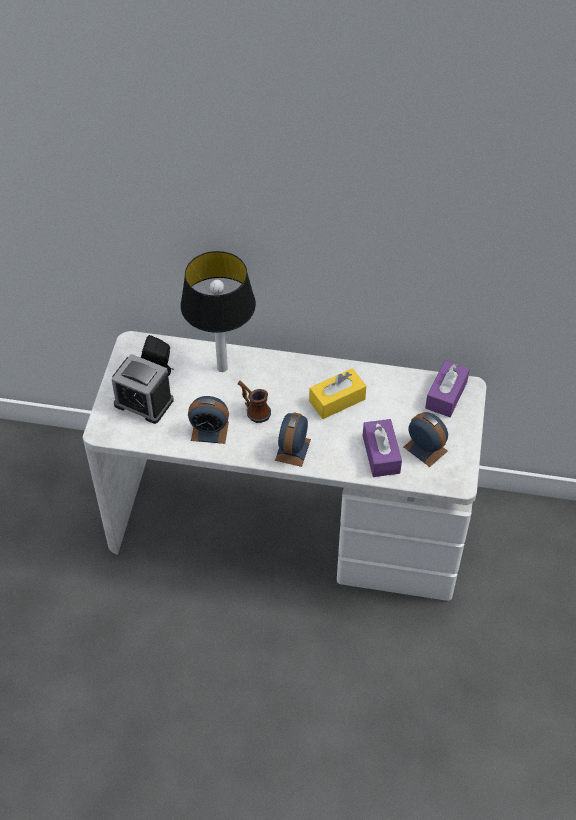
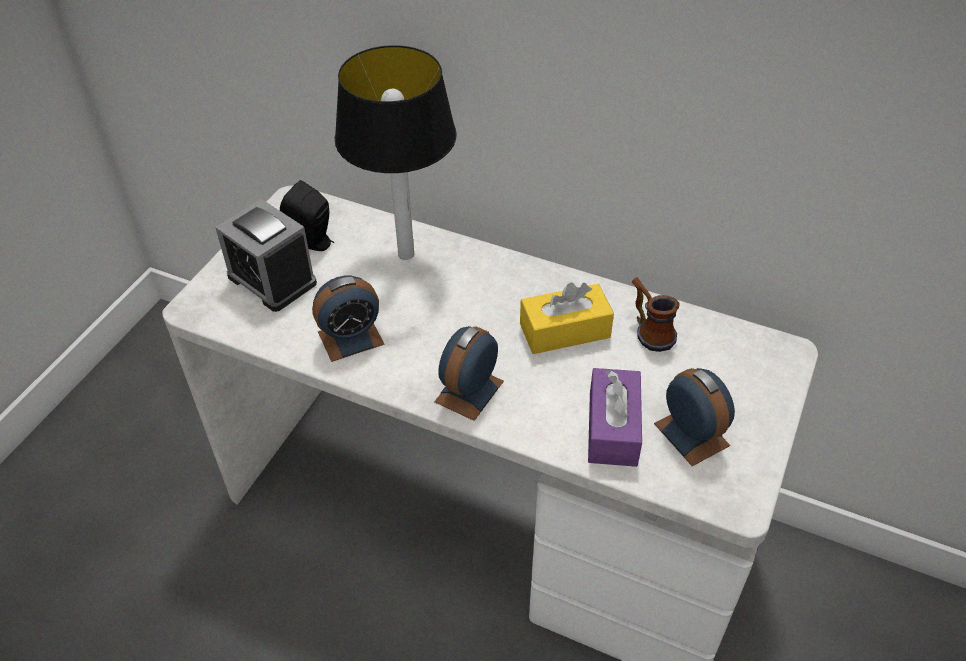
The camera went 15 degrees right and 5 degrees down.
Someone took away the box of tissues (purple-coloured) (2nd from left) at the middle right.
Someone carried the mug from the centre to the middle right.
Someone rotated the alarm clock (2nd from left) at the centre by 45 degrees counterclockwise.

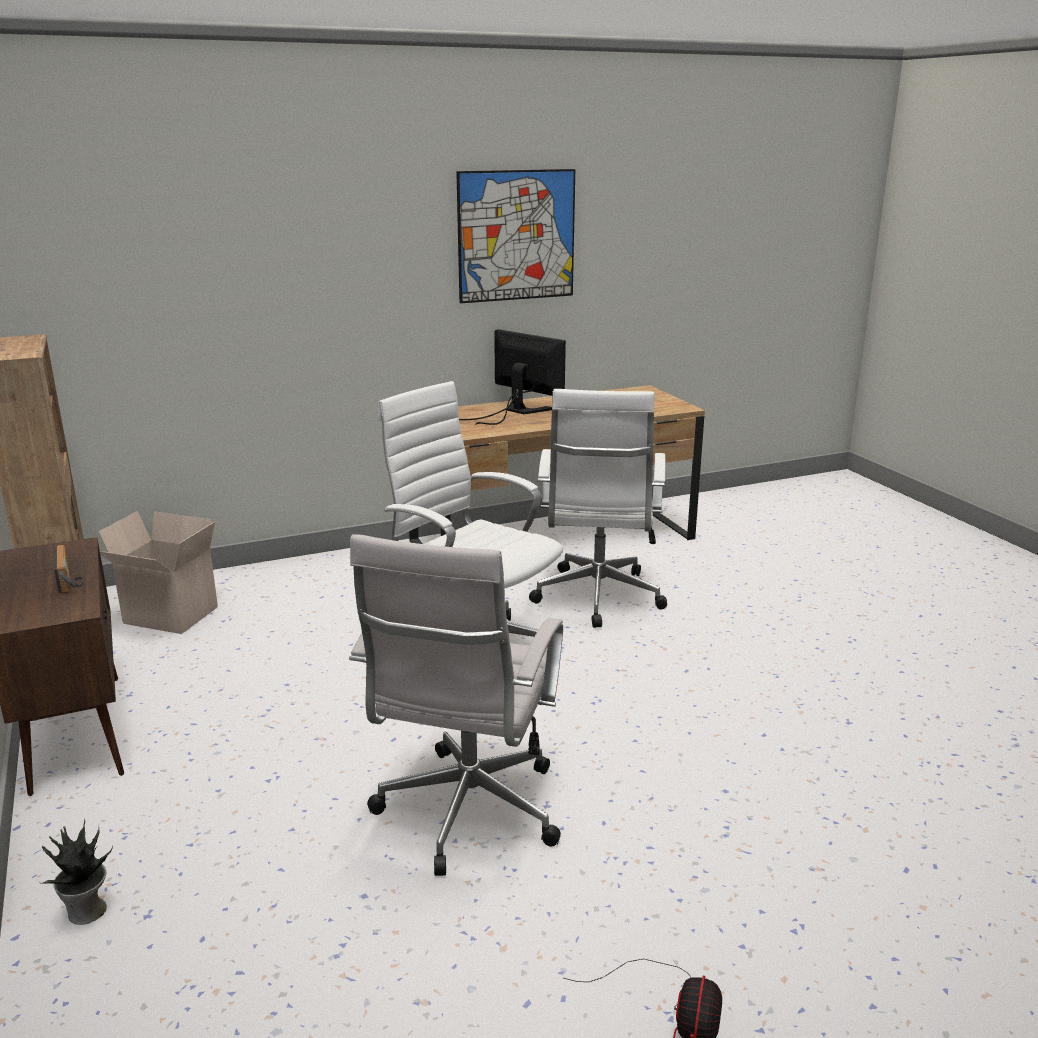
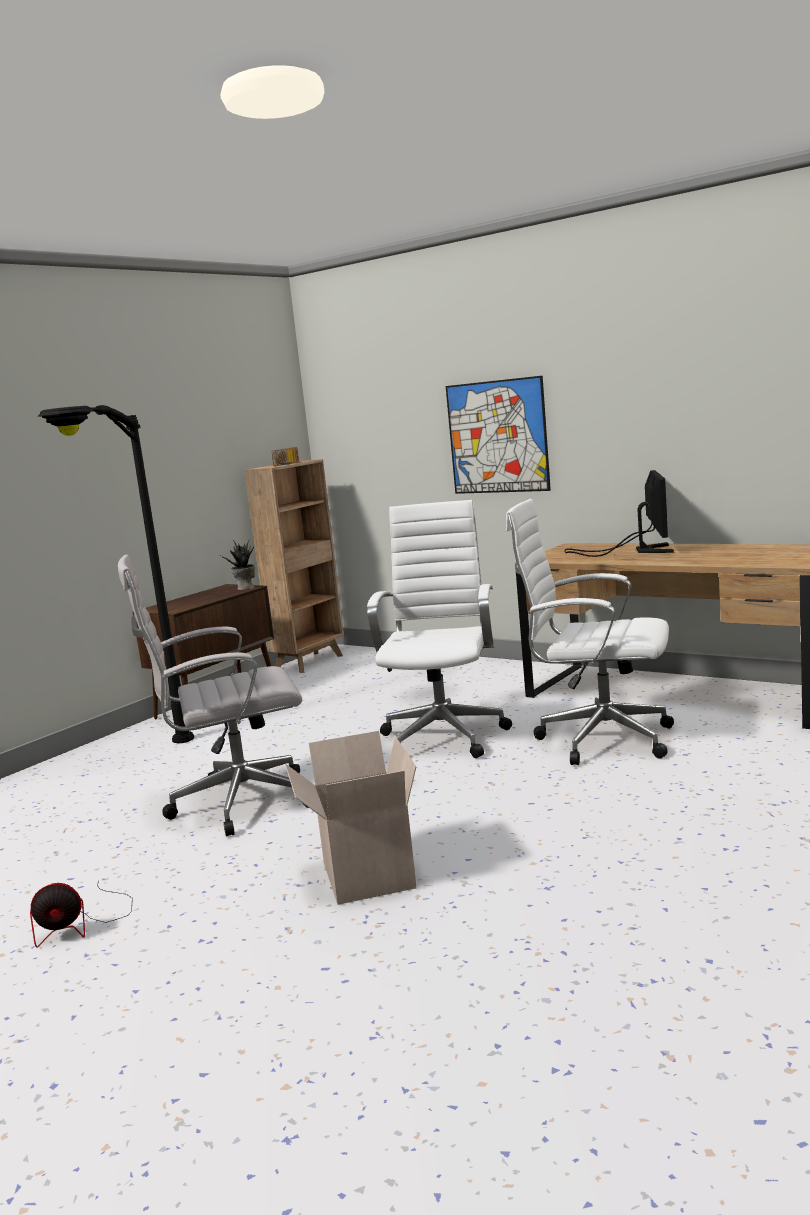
The camera went 60 degrees right and 10 degrees down.
Someone carried the picture from the top centre to the centre.
Someone rotated the office chair (whitish) (3rd from left) at the centre by 45 degrees clockwise.
Someone carried the carton from the middle left to the bottom centre.
Someone carried the radio set from the middle left to the centre.
Someone carried the plant in a pot from the bottom left to the middle left.
Someone put down the standing lamp (blackish) at the middle left.

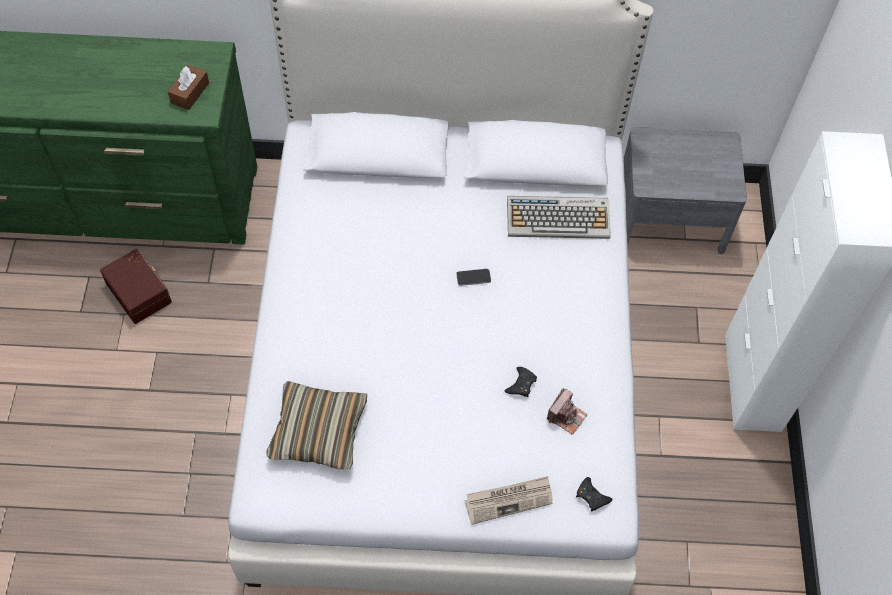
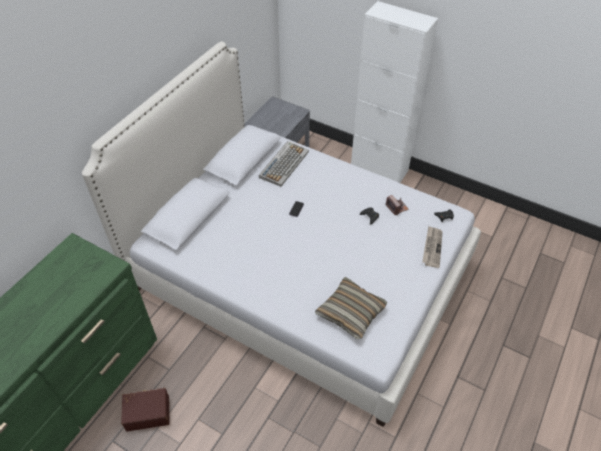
The camera went 60 degrees left and 10 degrees down.
Someone took away the box of tissues (brown) at the top left.

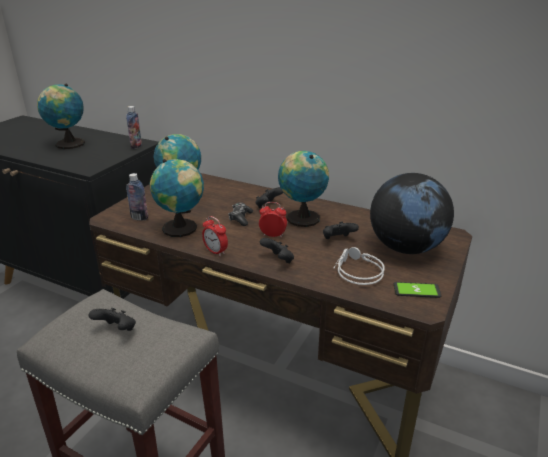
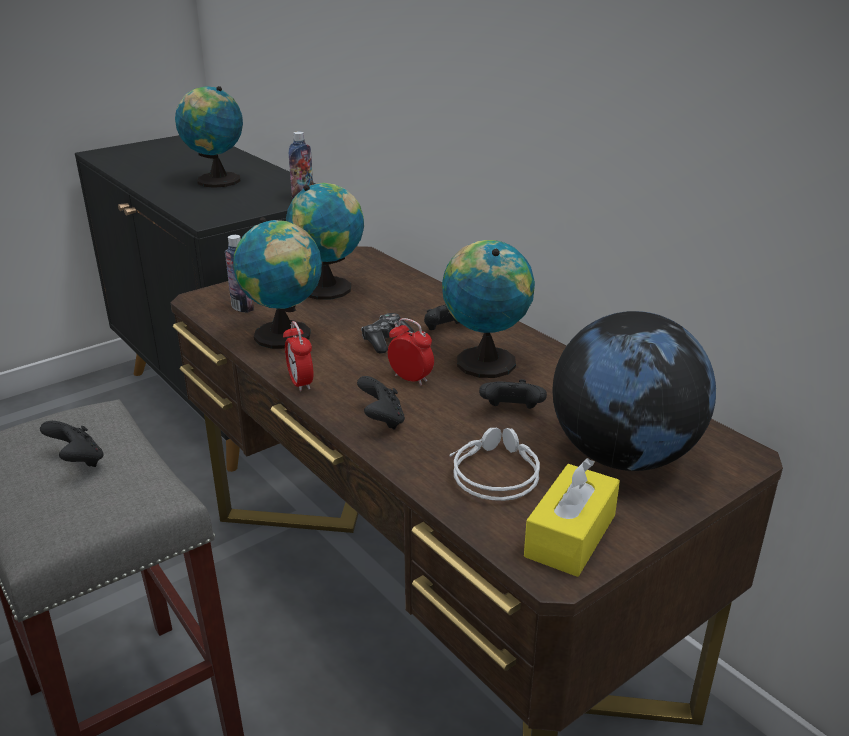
The camera went 25 degrees right and 0 degrees up.
Someone swapped the handset at the middle right for the box of tissues (yellow) at the bottom right.

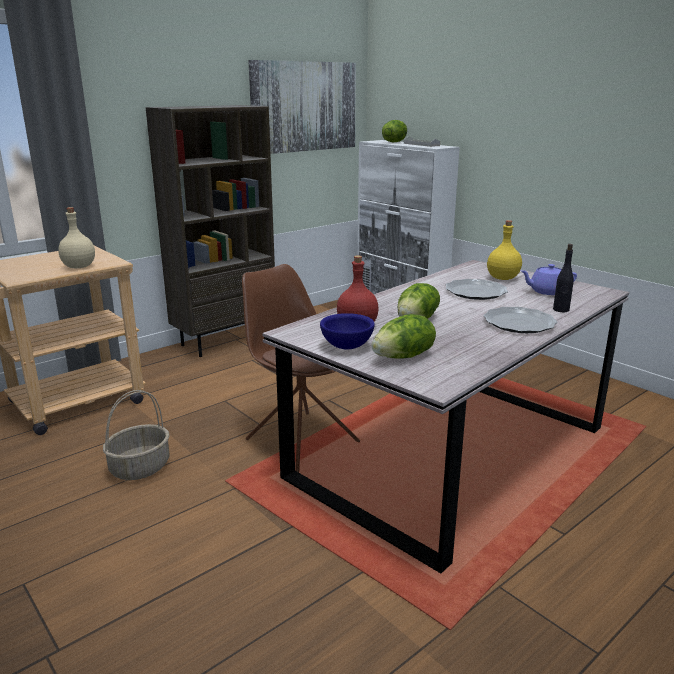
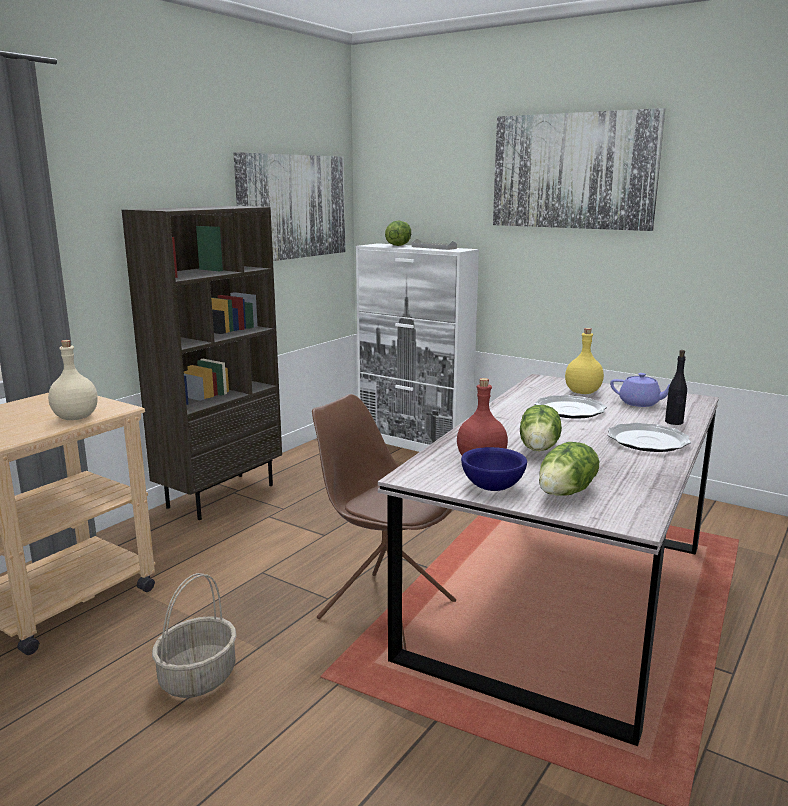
The camera went 15 degrees left and 5 degrees down.
Someone rotated the teapot (purple-coloured) at the middle right by 135 degrees counterclockwise.
Someone put up the picture (2nd from left) at the top right.

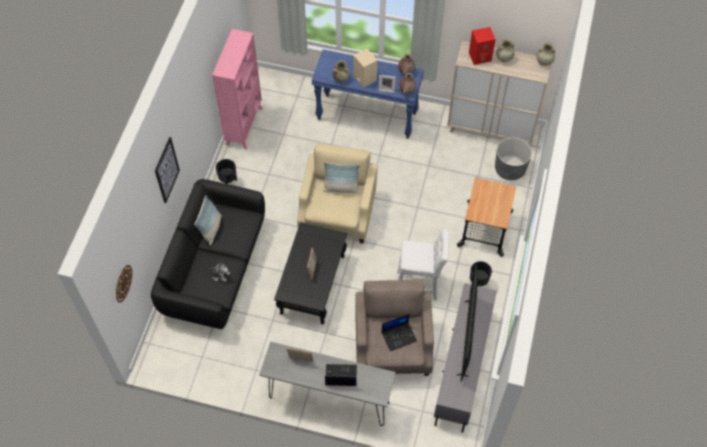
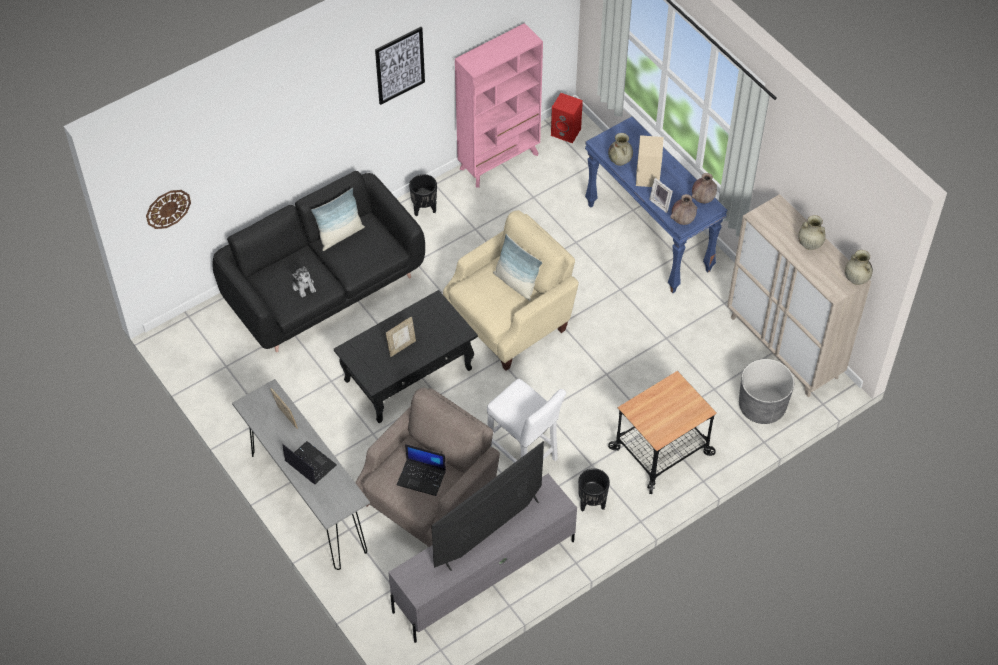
The camera went 40 degrees right and 5 degrees down.
Someone carried the audio speaker (red-coloured) from the top right to the top centre.
Someone carried the picture from the middle left to the top centre.

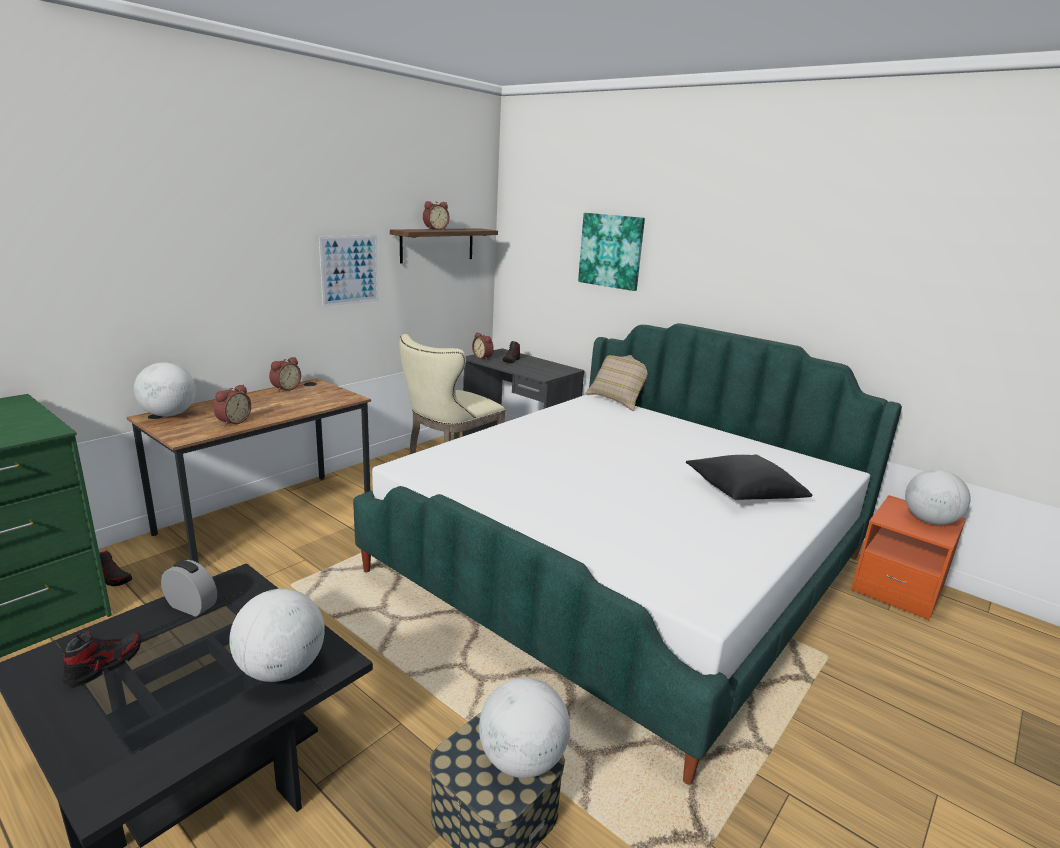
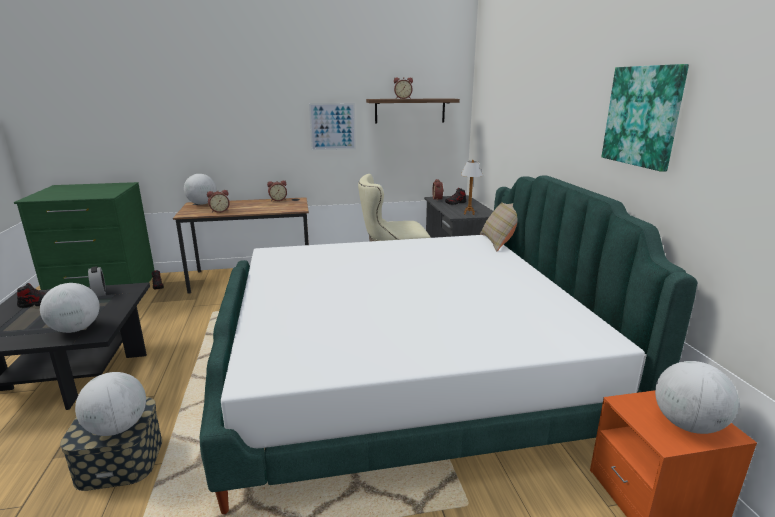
The camera went 40 degrees right and 0 degrees up.
Someone carried the picture (2nd from left) from the top centre to the top right.
Someone took away the cushion (blackish) at the middle right.
Someone put down the lamp for a table at the centre.

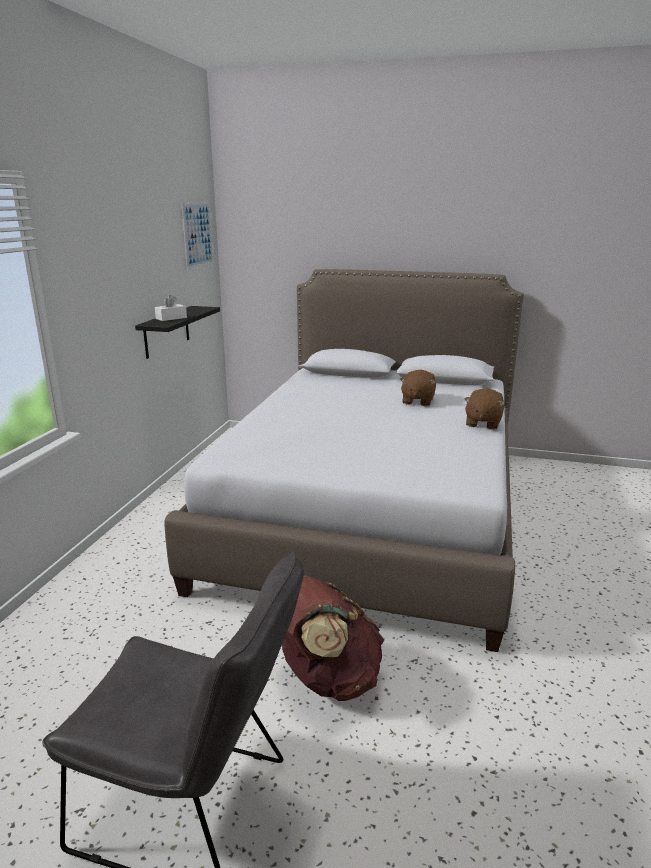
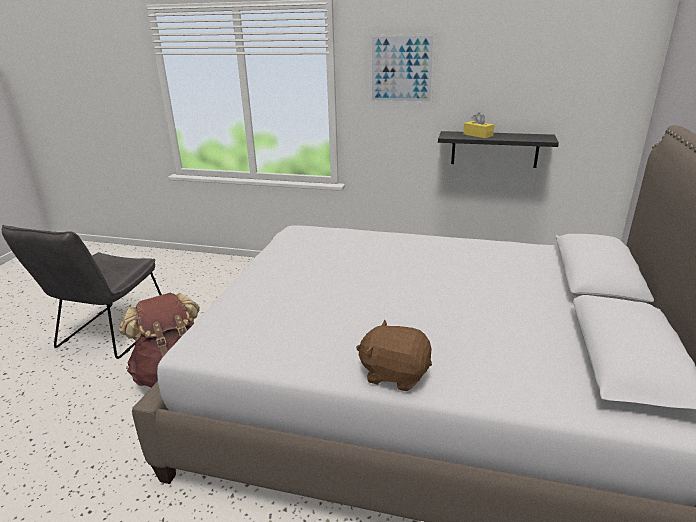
The camera went 90 degrees right and 5 degrees up.
Someone carried the picture from the top left to the top centre.
Someone repainted the box of tissues (whitish) at the middle left, which became the box of tissues (yellow) at the top right.
Someone took away the plush toy (brown) (1st from left) at the centre.

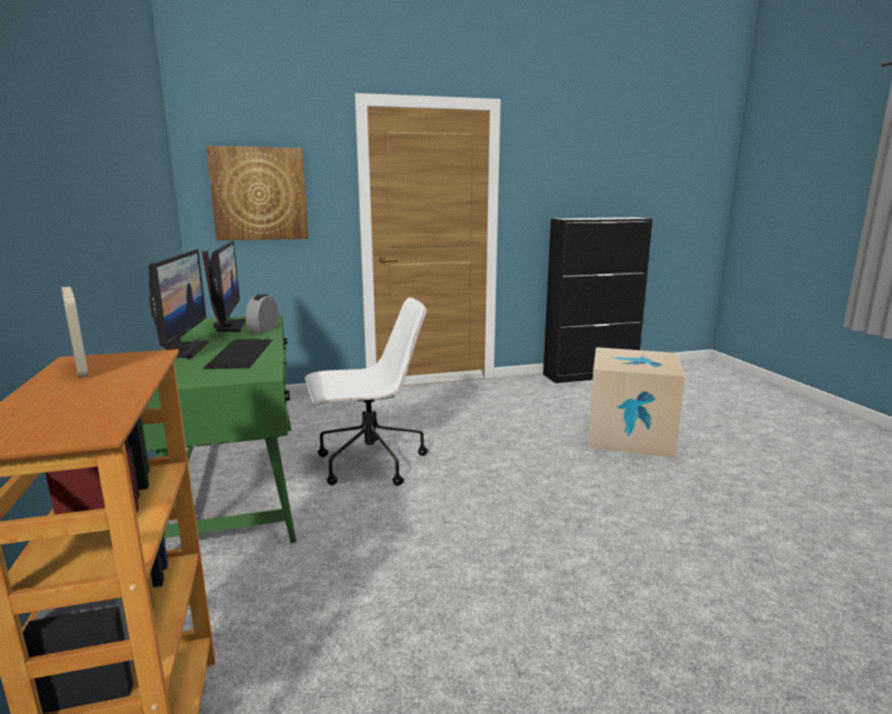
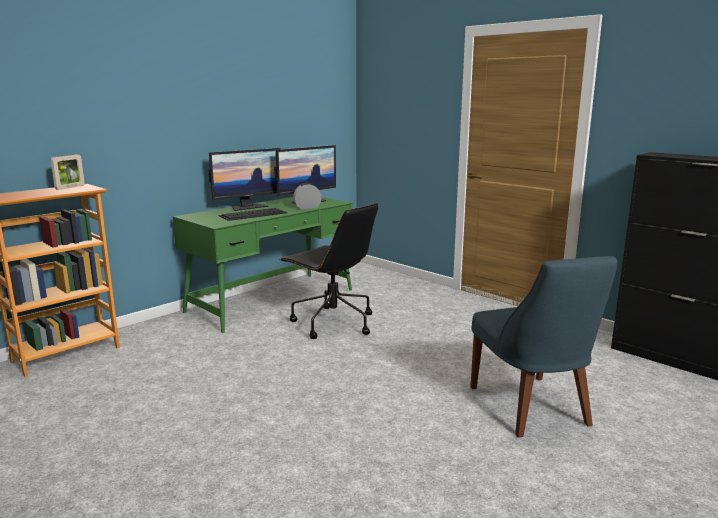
The camera went 60 degrees right and 0 degrees up.
Someone took away the picture at the top left.
Someone repainted the office chair (whitish) at the centre, which became the office chair (blackish) at the centre.
Someone swapped the carton at the middle right for the upright chair (blue-coloured) at the bottom right.

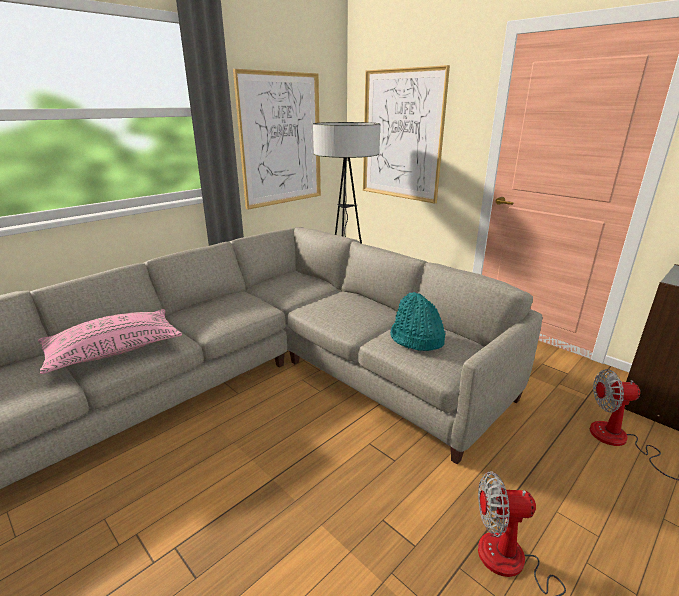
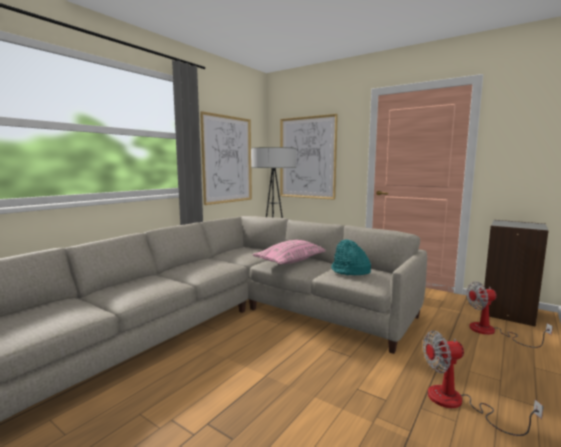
The camera went 10 degrees left and 15 degrees down.
Someone carried the cushion (pink-coloured) from the middle left to the centre.

